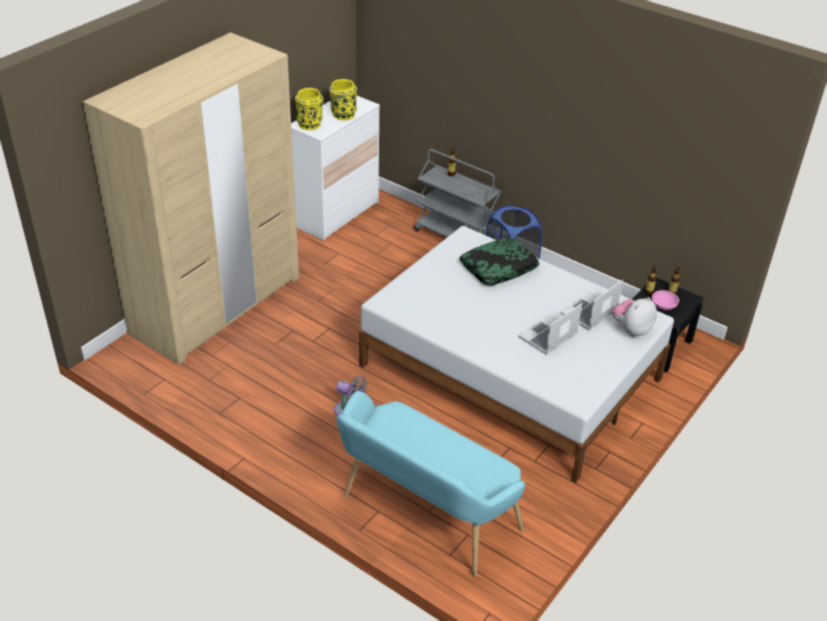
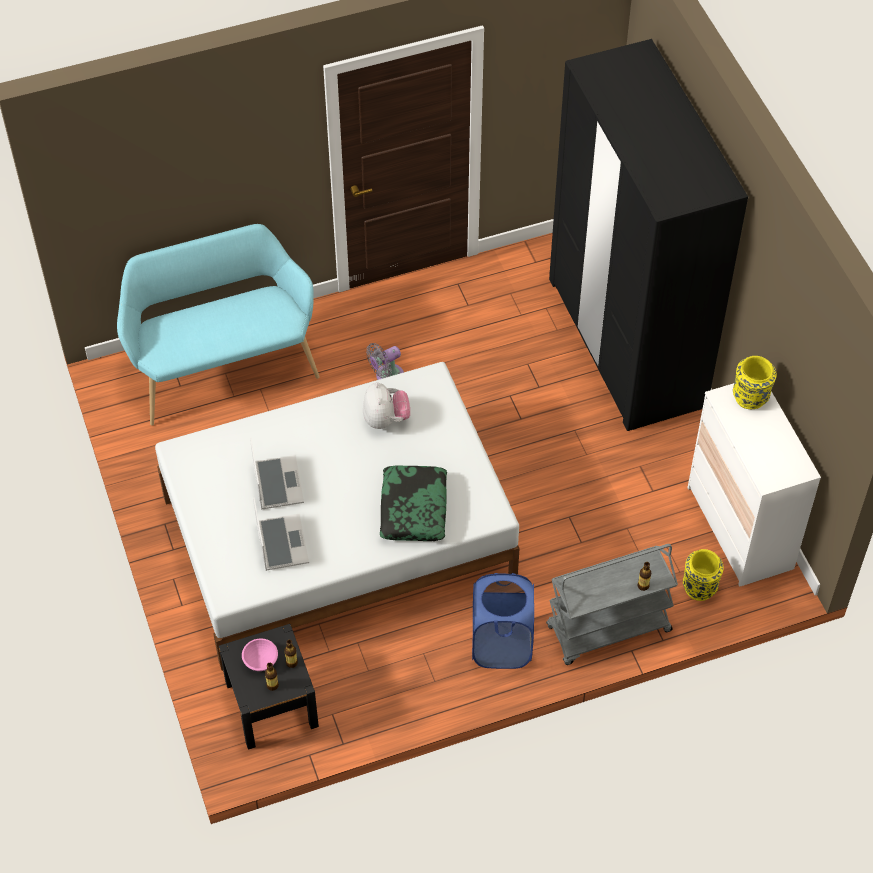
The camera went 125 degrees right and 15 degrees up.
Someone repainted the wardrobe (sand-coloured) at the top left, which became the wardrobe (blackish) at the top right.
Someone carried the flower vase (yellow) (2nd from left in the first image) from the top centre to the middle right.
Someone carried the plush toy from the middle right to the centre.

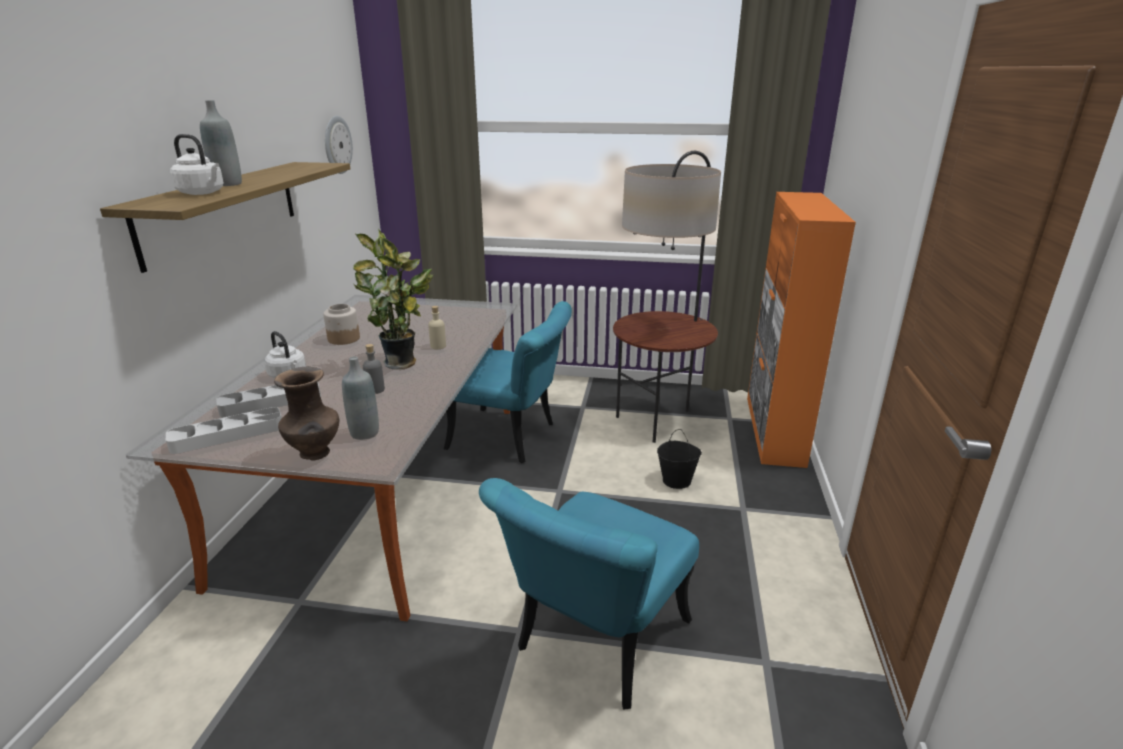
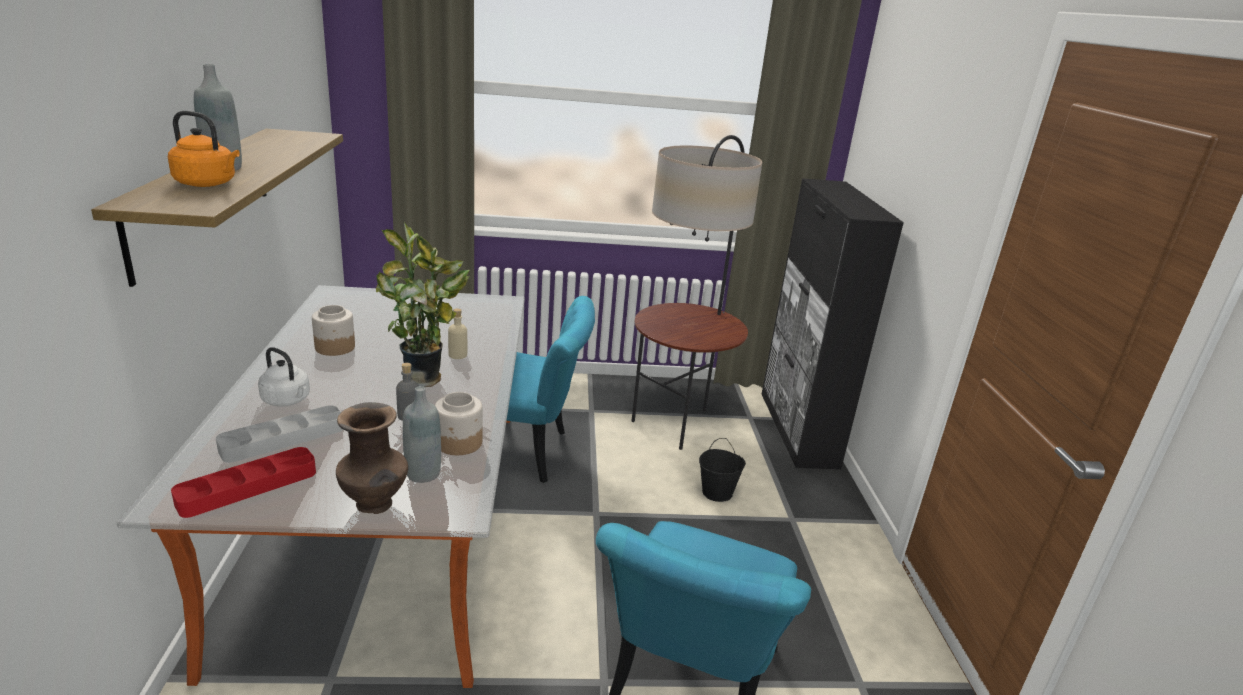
The camera went 15 degrees left and 0 degrees up.
Someone took away the hanging clock at the top left.
Someone repainted the water kettle (whitish) (1st from left) at the top left, which became the water kettle (orange) at the top left.
Someone repainted the cabinet (orange) at the middle right, which became the cabinet (blackish) at the middle right.
Someone repainted the tray (gray) (1st from left) at the middle left, which became the tray (red-coloured) at the bottom left.
Someone put down the jar (2nd from left) at the centre.

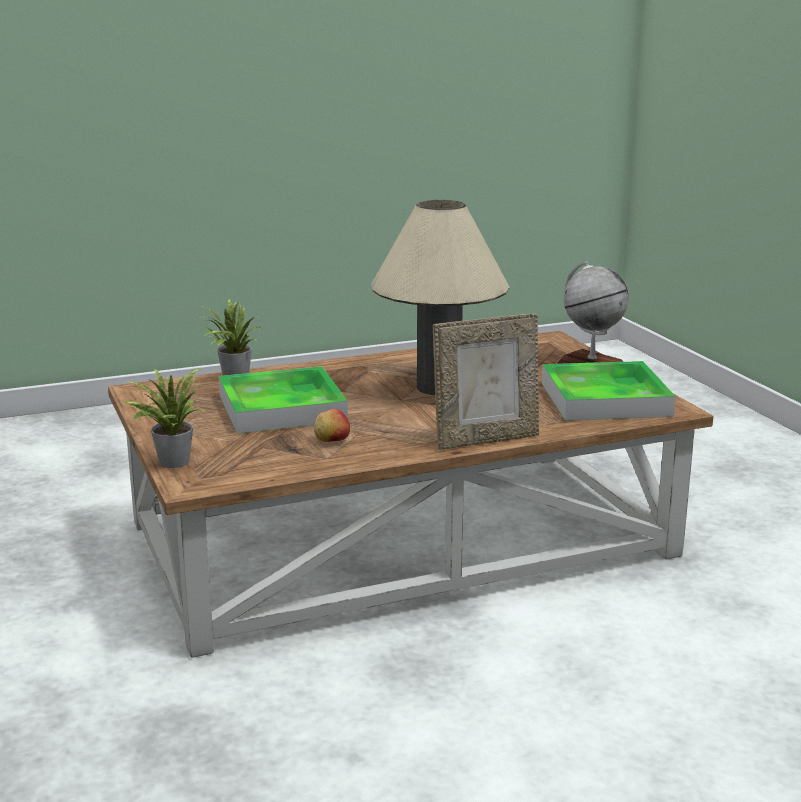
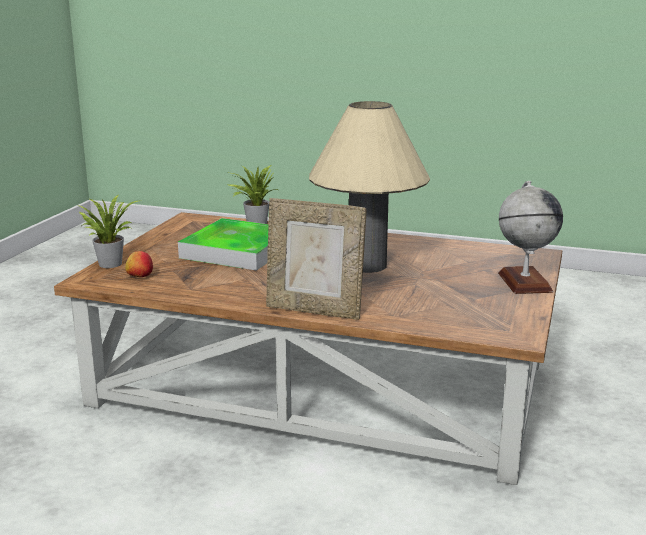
The camera went 40 degrees right and 0 degrees up.
Someone took away the tray (2nd from left) at the middle right.
Someone carried the whole apple from the centre to the middle left.

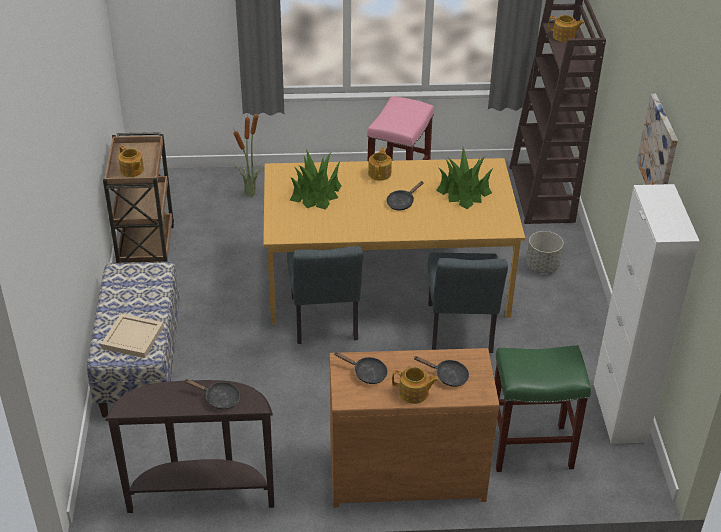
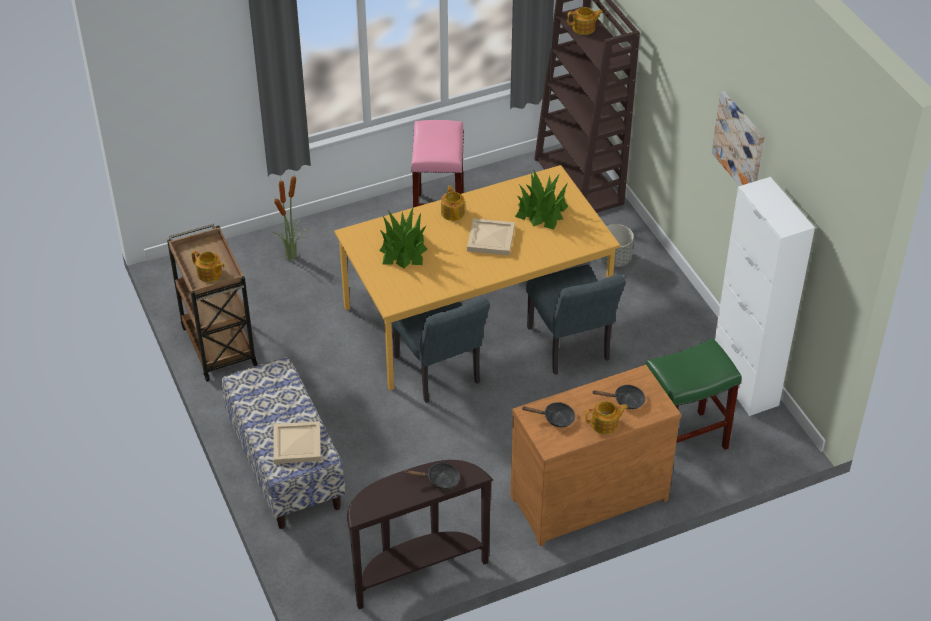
The camera went 20 degrees left and 5 degrees up.
Someone swapped the frying pan (blackish) (3rd from left) at the centre for the tray (sand-coloured) (2nd from left) at the centre.

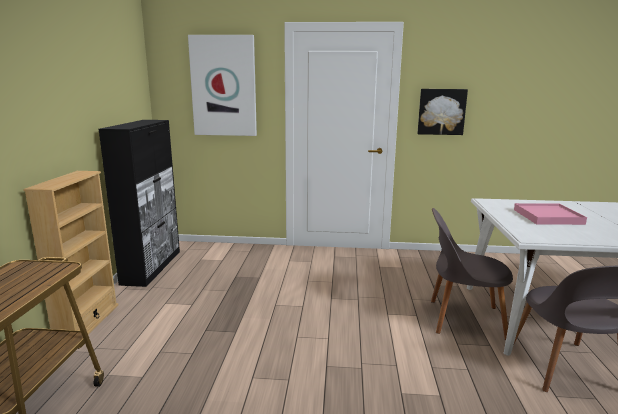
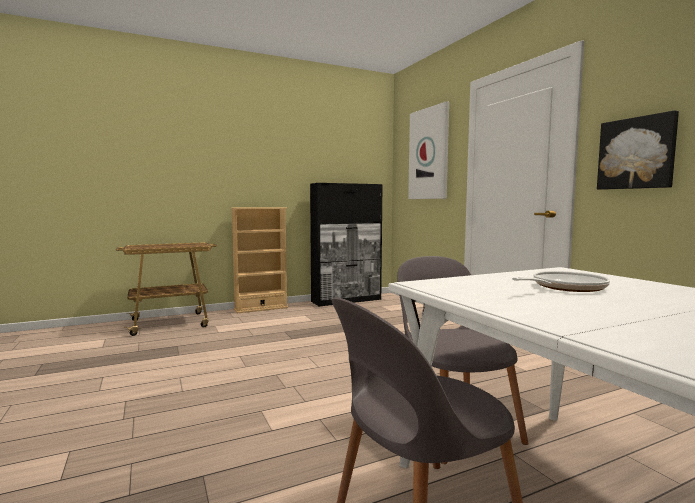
The camera went 60 degrees right and 10 degrees down.
Someone swapped the tray (pink-coloured) at the middle right for the frying pan at the middle right.

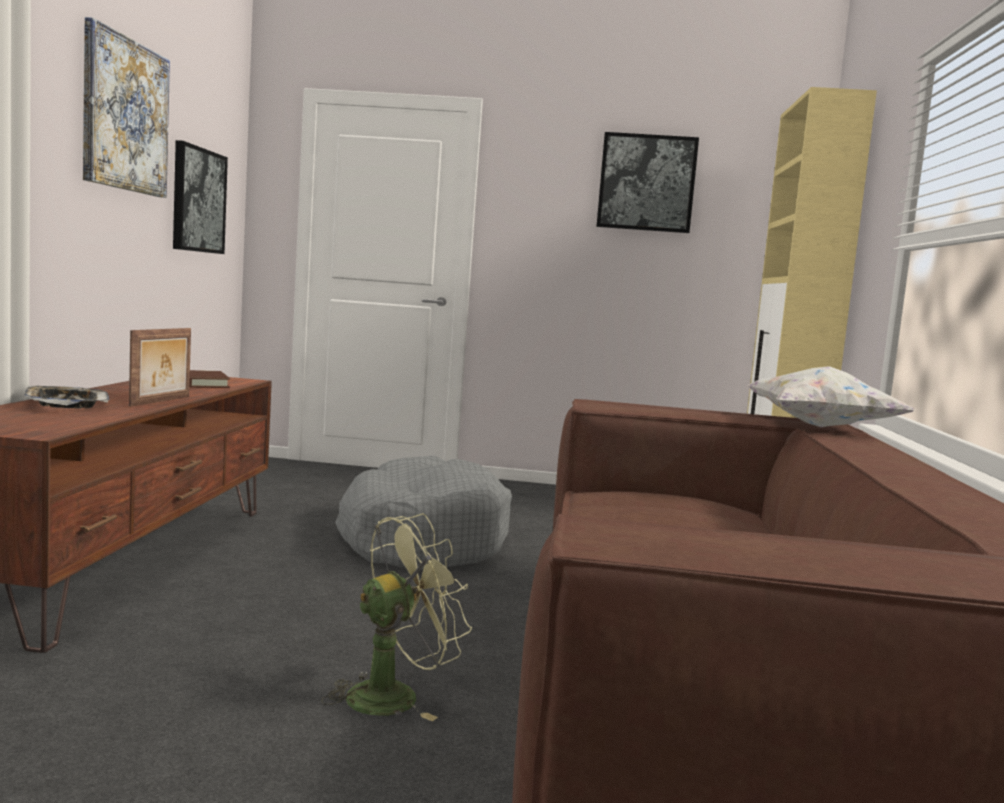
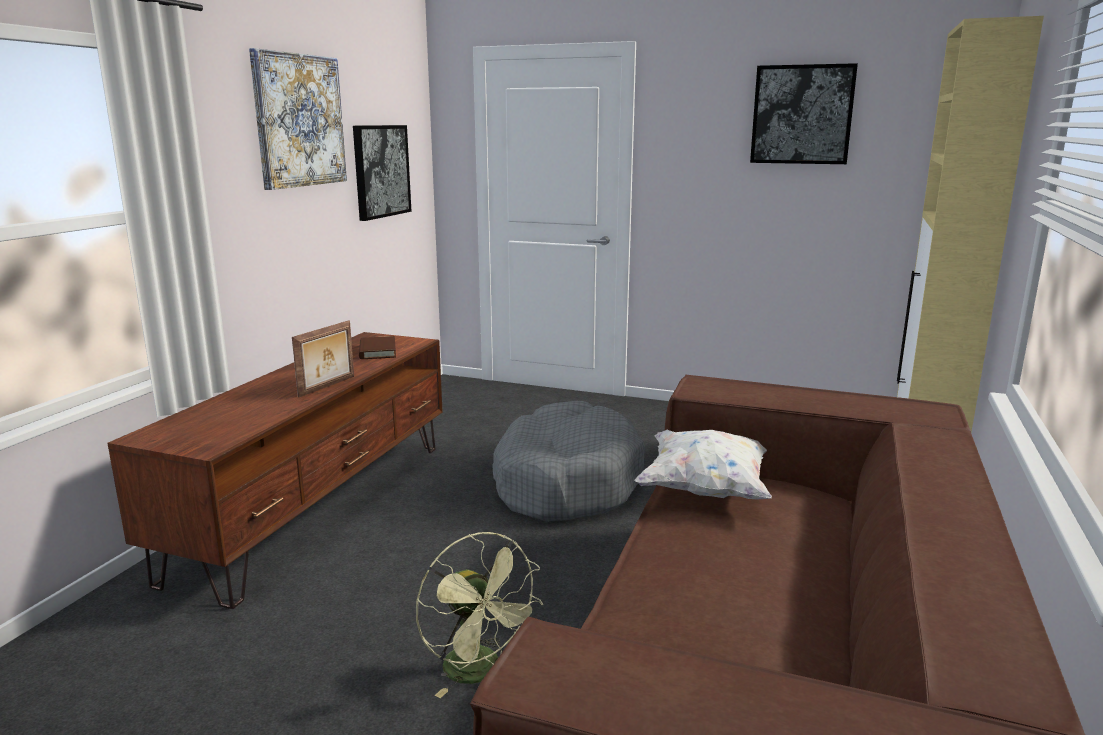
The camera went 15 degrees right and 10 degrees up.
Someone carried the cushion (whitish) from the middle right to the centre.
Someone took away the tray at the middle left.
Someone rotated the fan (green) at the bottom centre by 75 degrees clockwise.

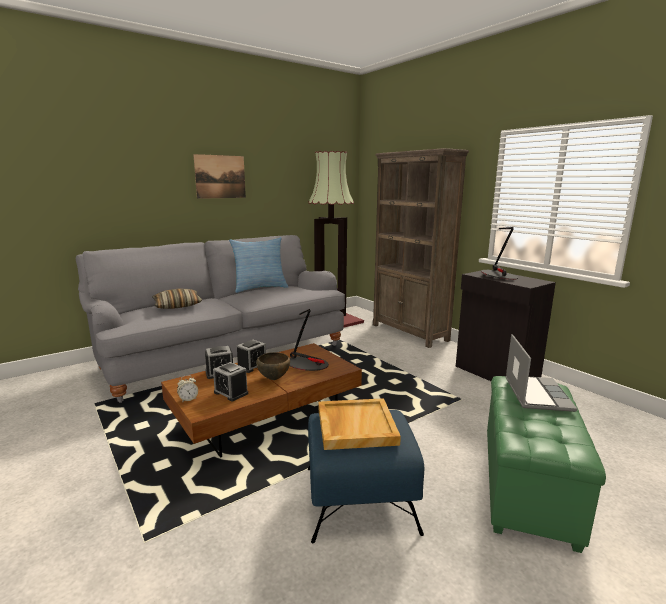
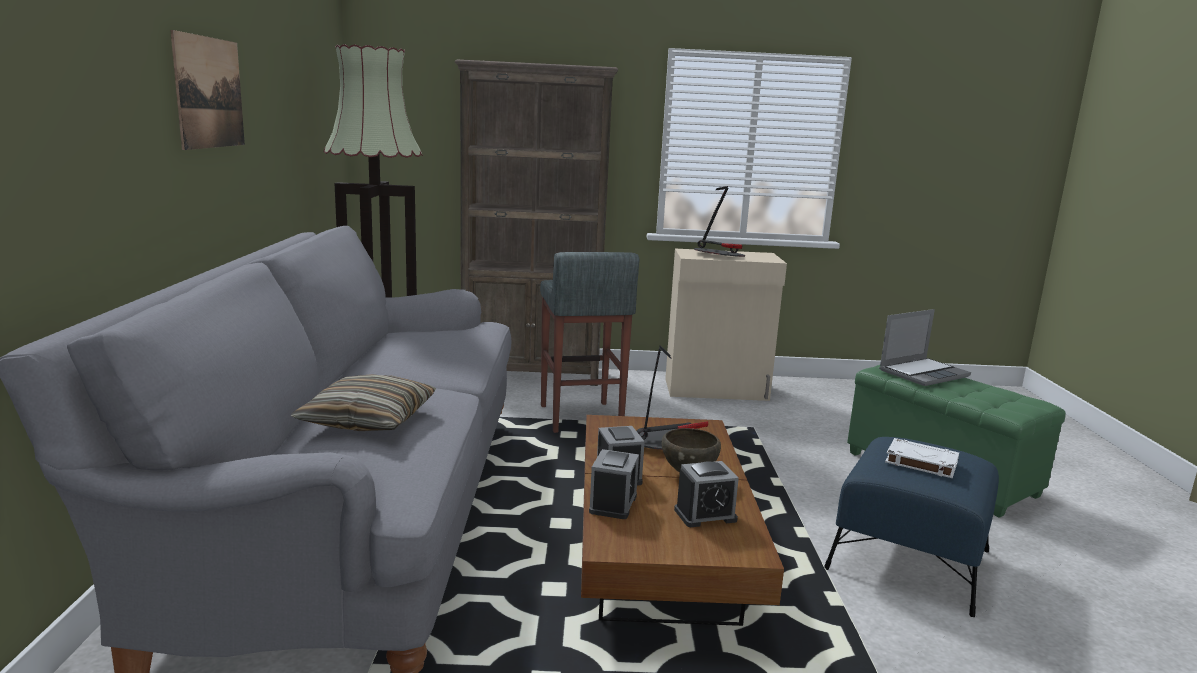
The camera went 55 degrees left and 0 degrees up.
Someone took away the cushion (2nd from left) at the centre.
Someone repainted the cabinet (blackish) at the middle right, which became the cabinet (sand-coloured) at the centre.
Someone rotated the portable computer at the middle right by 105 degrees clockwise.
Someone took away the alarm clock (1st from left) at the middle left.
Someone swapped the tray (sand-coloured) at the bottom centre for the book (whitish) at the bottom right.
Someone put down the stool seat (gray) at the centre.

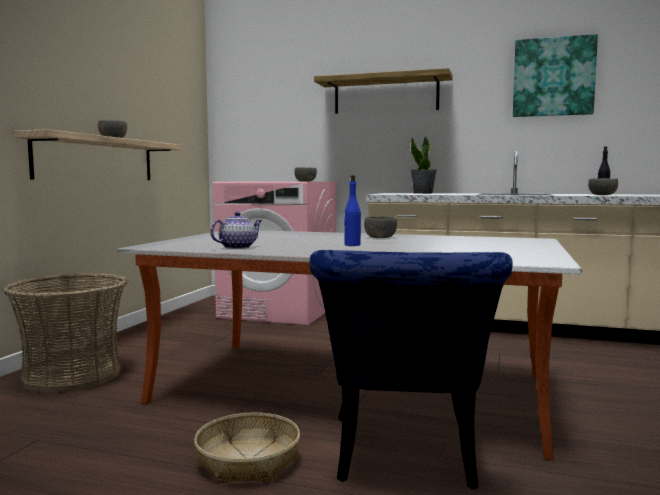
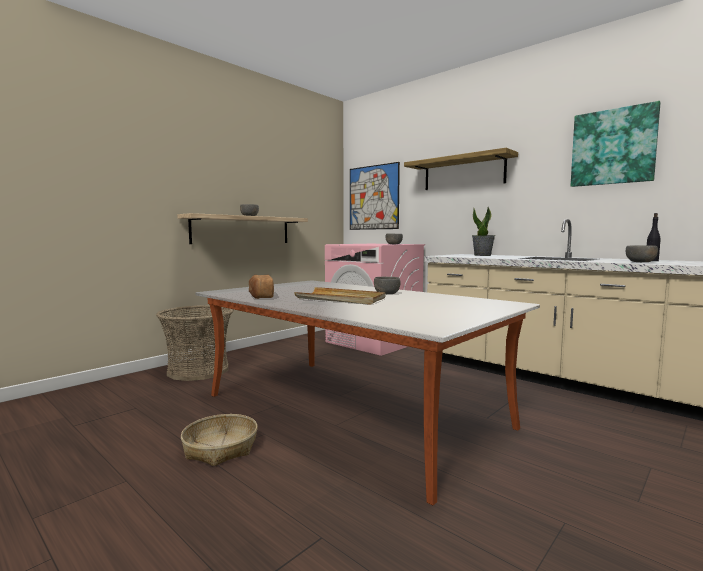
The camera went 25 degrees right and 0 degrees up.
Someone swapped the beverage bottle (blue-coloured) at the centre for the tray (sand-coloured) at the centre.
Someone swapped the teapot at the centre for the bakery bread at the centre.
Someone took away the upright chair (blue-coloured) at the bottom centre.
Someone put up the picture (1st from left) at the centre.

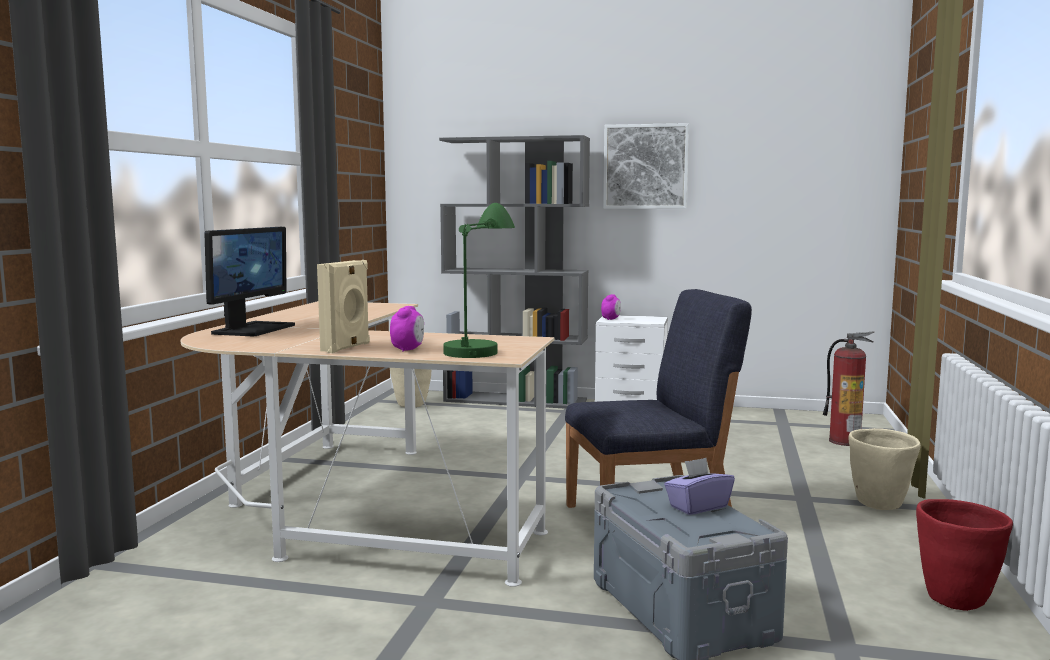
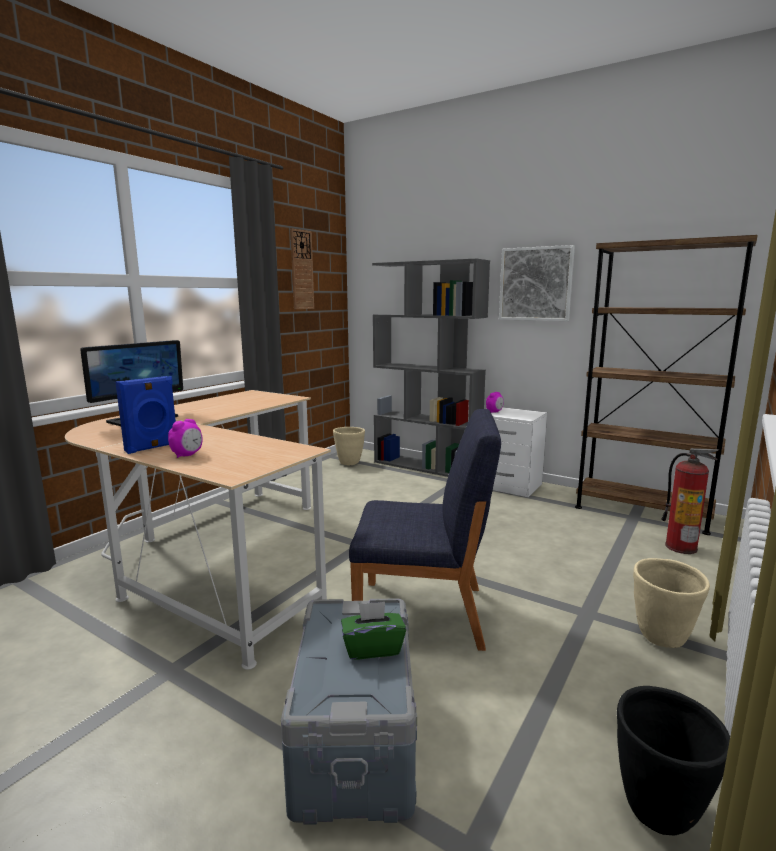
The camera went 20 degrees right and 5 degrees up.
Someone took away the lamp for a table (green) at the centre.
Someone repainted the audio speaker (sand-coloured) at the middle left, which became the audio speaker (blue-coloured) at the middle left.
Someone repainted the box of tissues (purple-coloured) at the bottom centre, which became the box of tissues (green) at the bottom centre.
Someone repainted the planter (red-coloured) at the bottom right, which became the planter (blackish) at the bottom right.
Someone put up the hanging clock at the top centre.
Someone put down the shelving unit (brown) at the middle right.

